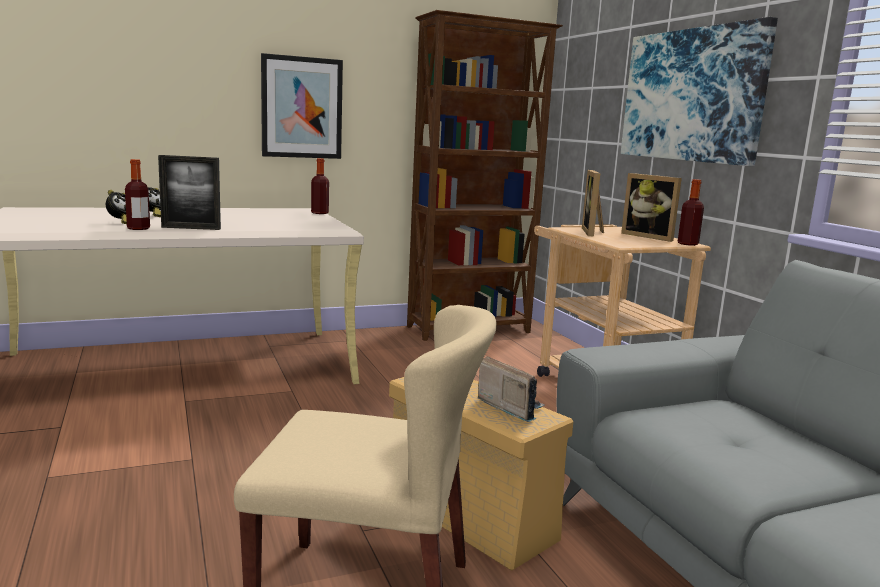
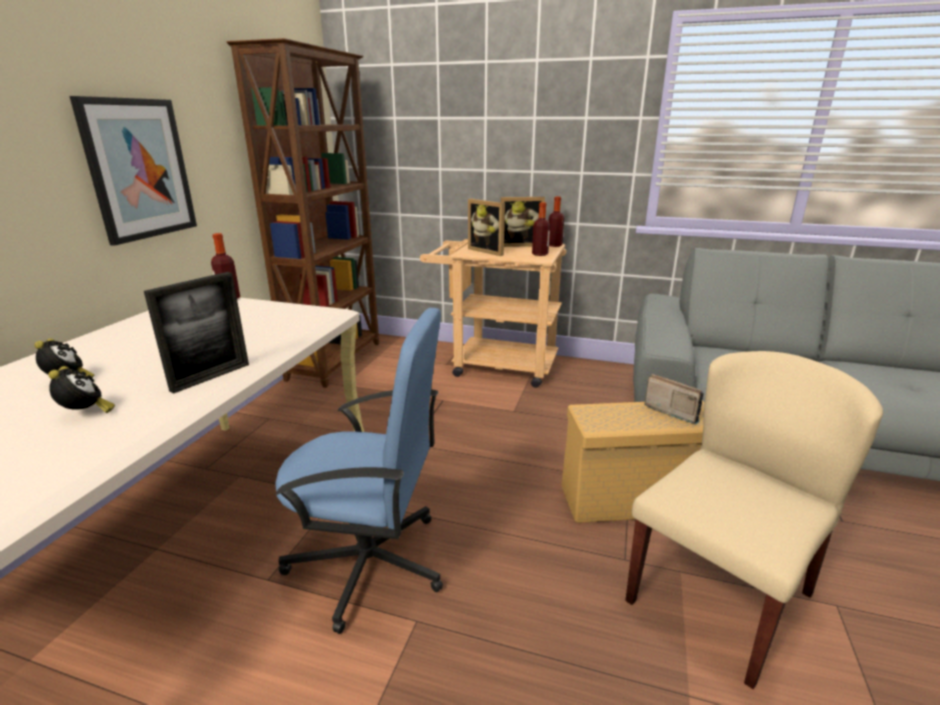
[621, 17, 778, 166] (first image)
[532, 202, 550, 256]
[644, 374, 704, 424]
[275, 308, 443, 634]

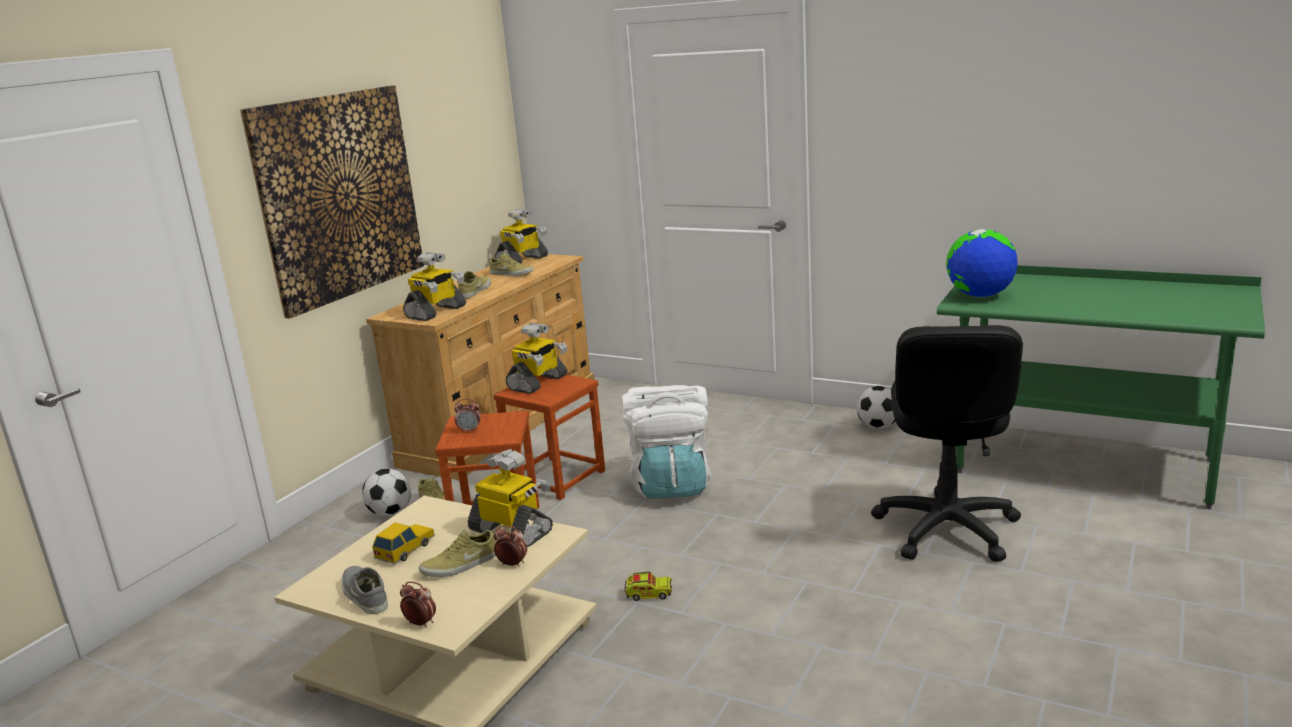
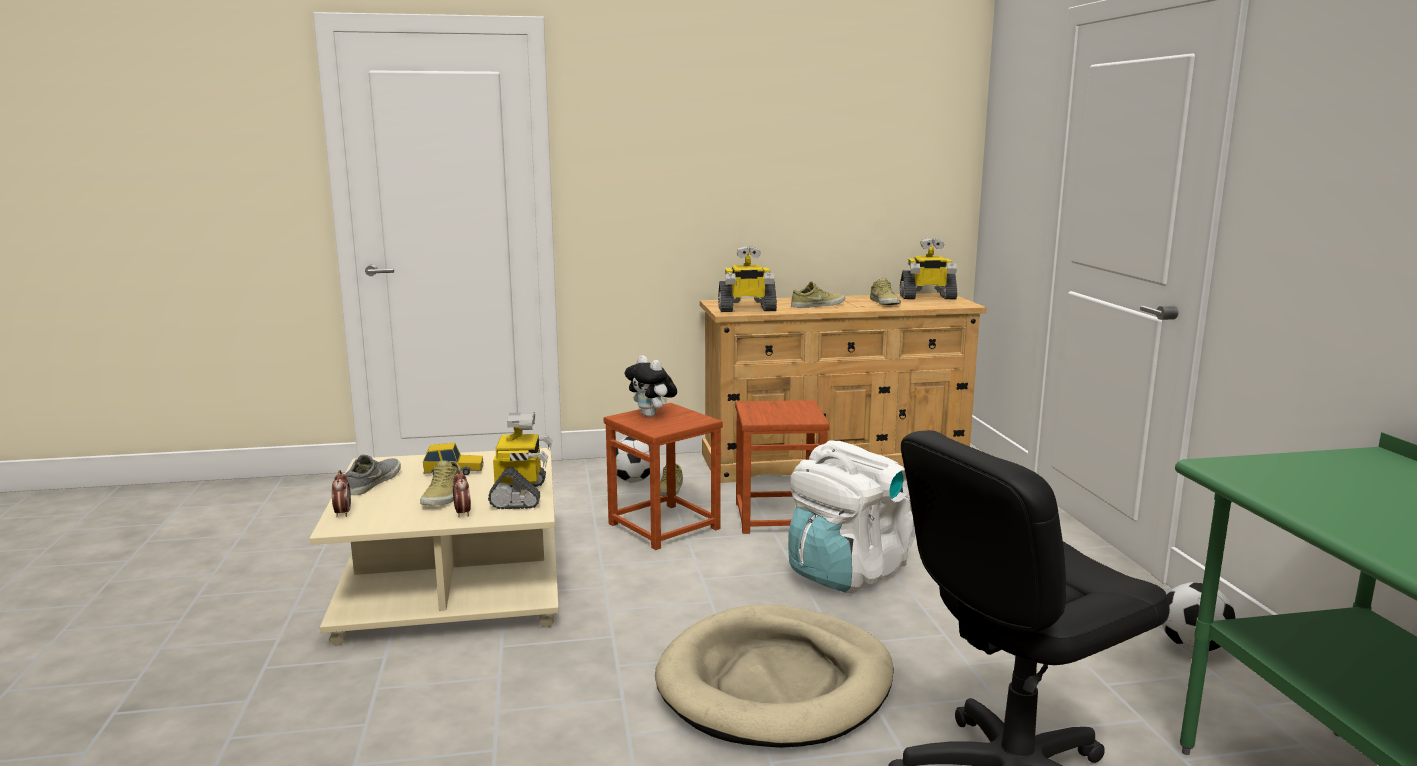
[240, 85, 424, 319] (first image)
[946, 229, 1018, 298] (first image)
[506, 323, 567, 394] (first image)
[625, 355, 677, 417]
[420, 460, 462, 505]
[624, 571, 672, 601] (first image)
[655, 604, 894, 748]

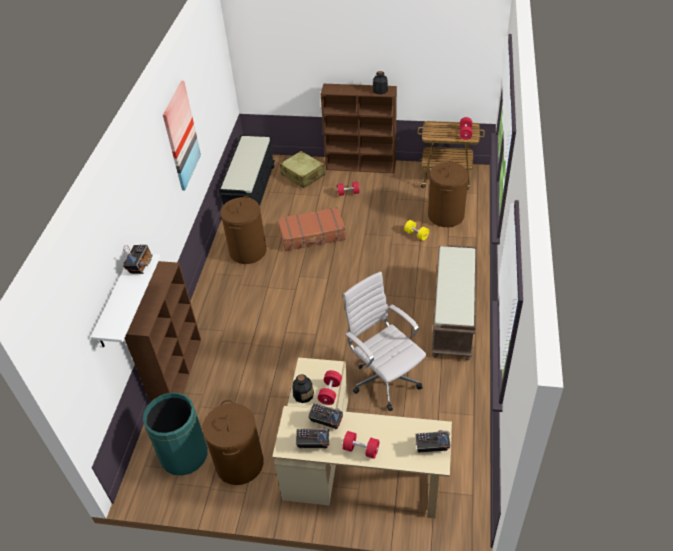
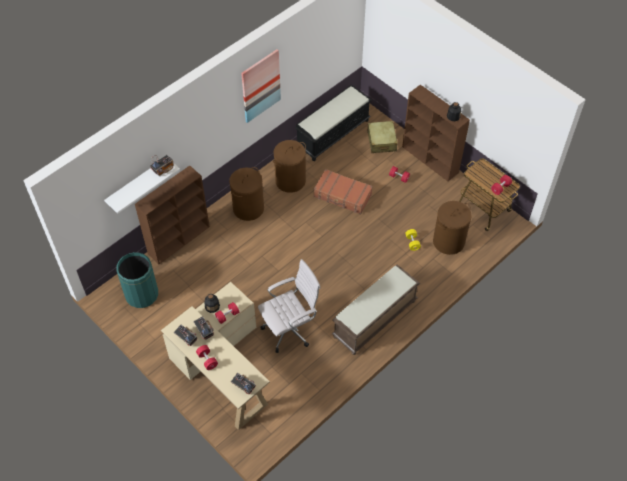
[258, 259, 321, 353]
[229, 167, 264, 221]

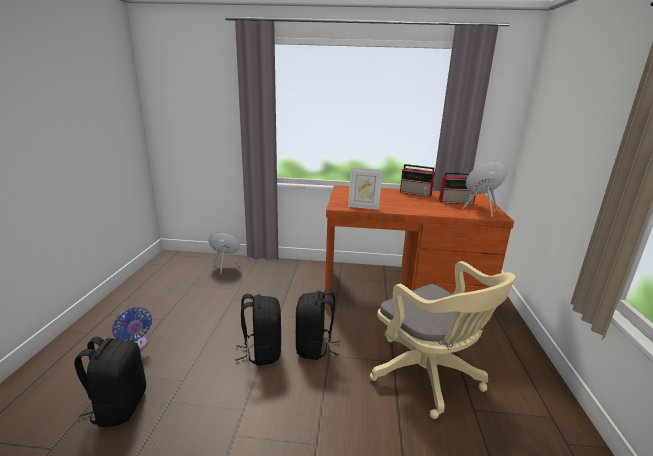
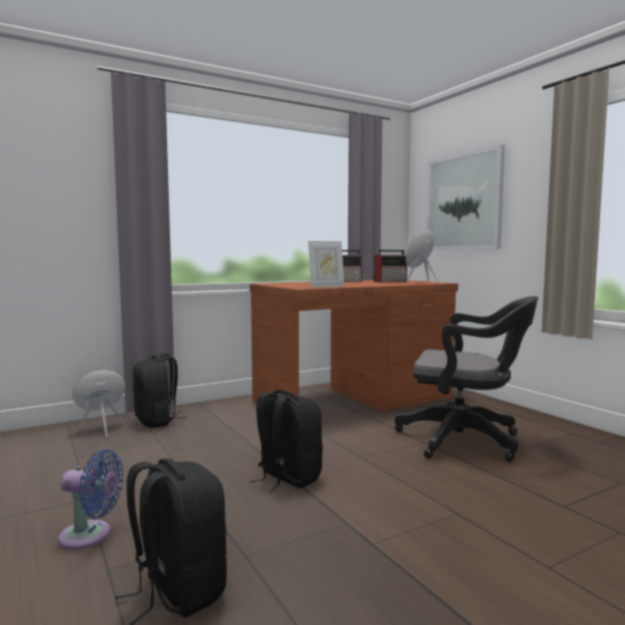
[395, 296, 538, 462]
[133, 353, 187, 427]
[427, 144, 505, 250]

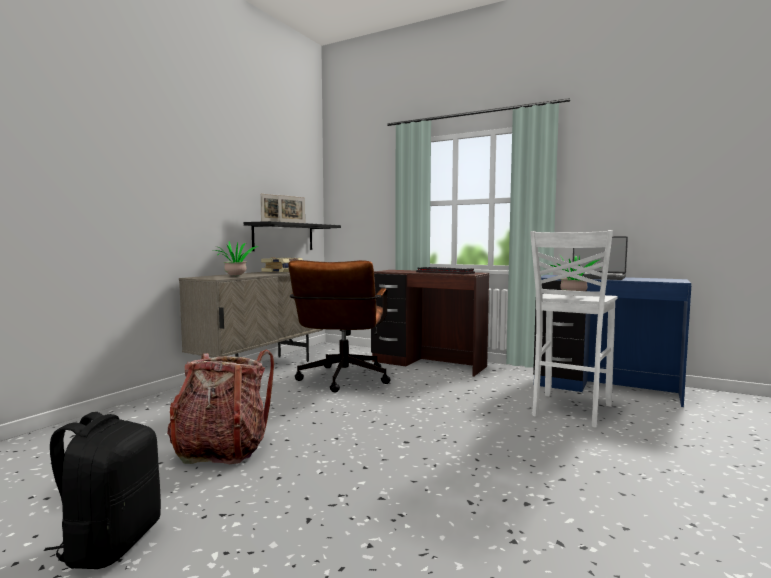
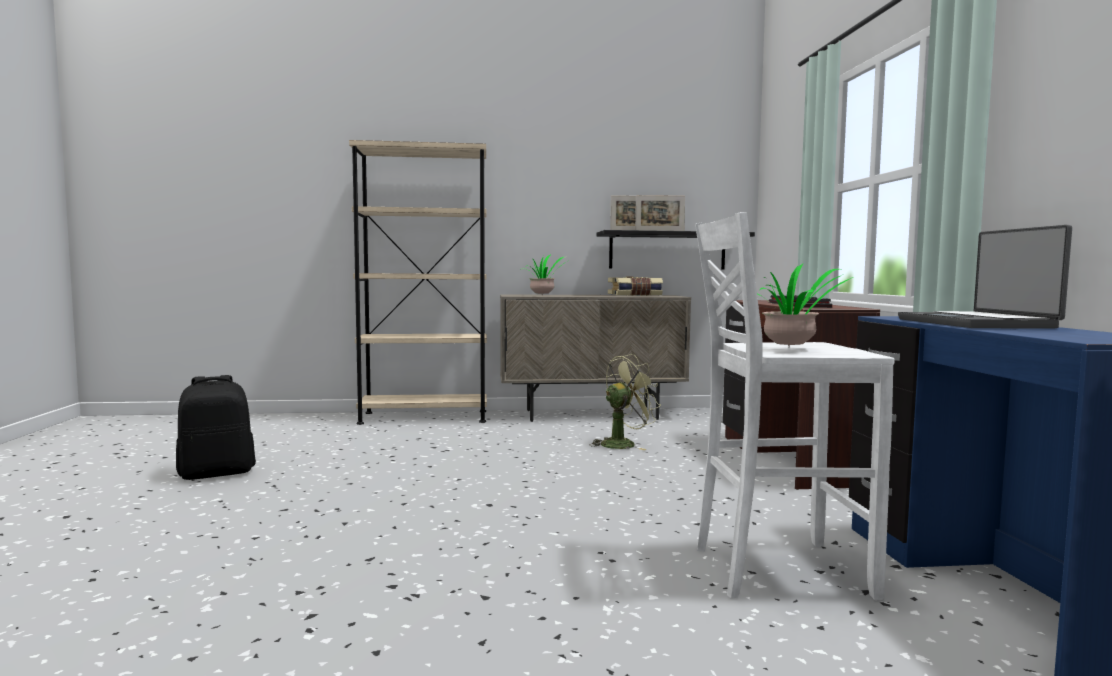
[589, 354, 661, 450]
[167, 350, 274, 464] (first image)
[349, 140, 487, 425]

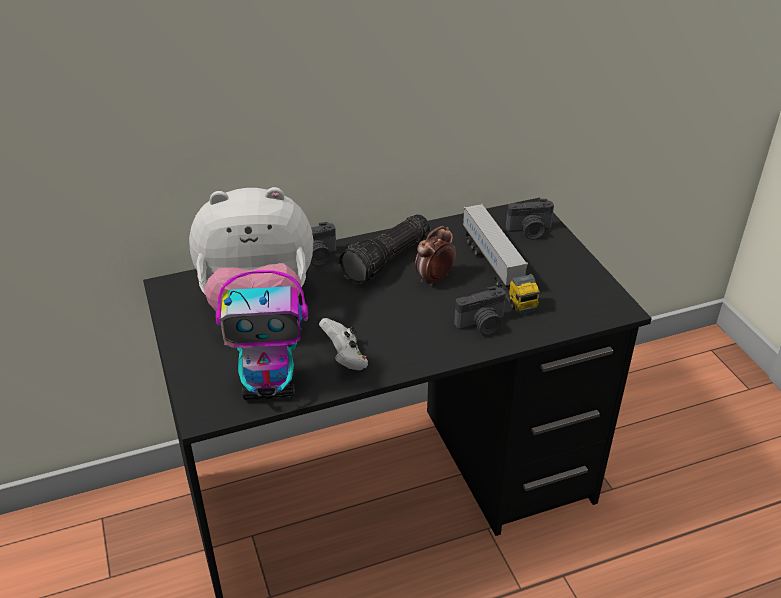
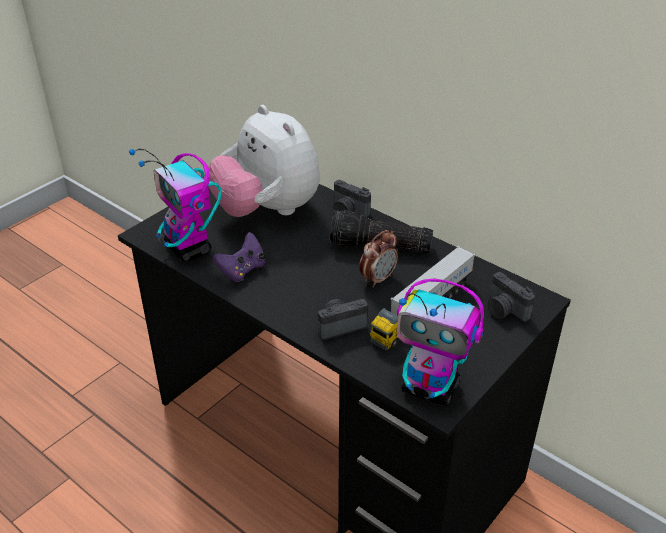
[359, 230, 398, 288]
[318, 299, 368, 340]
[213, 232, 265, 282]
[397, 278, 484, 406]

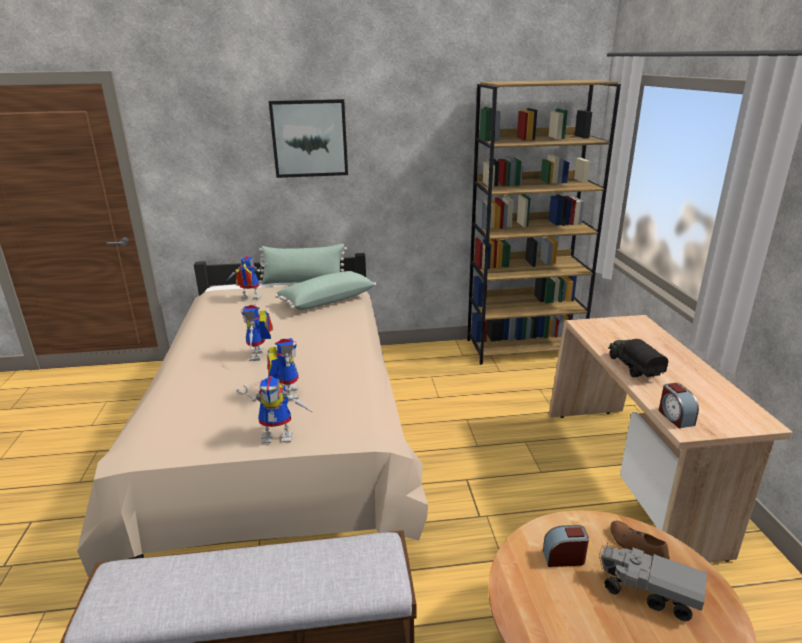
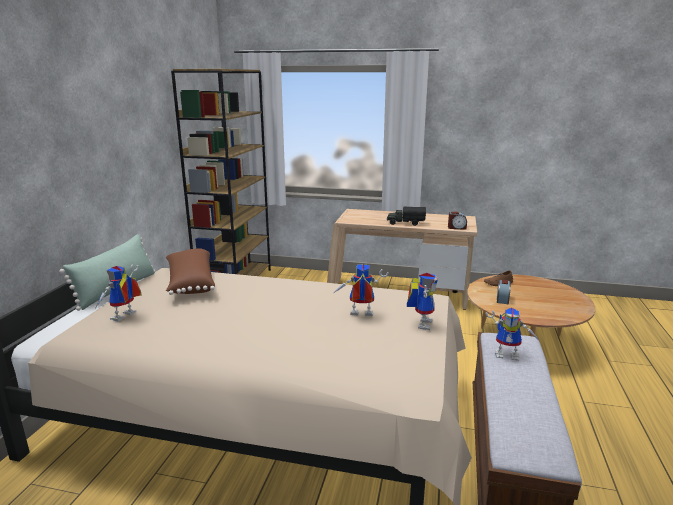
[269, 99, 348, 178] (first image)
[166, 248, 215, 295]
[486, 308, 539, 361]
[599, 543, 707, 621] (first image)

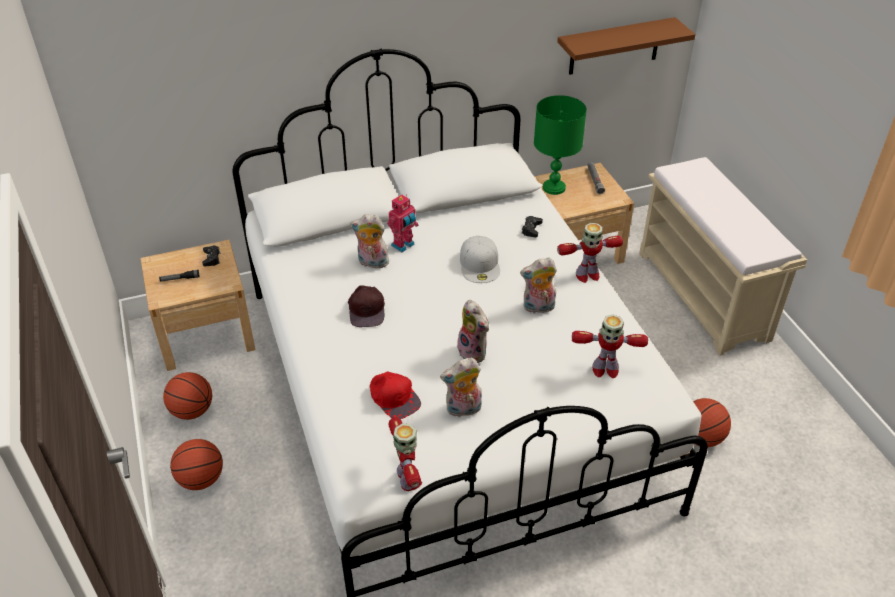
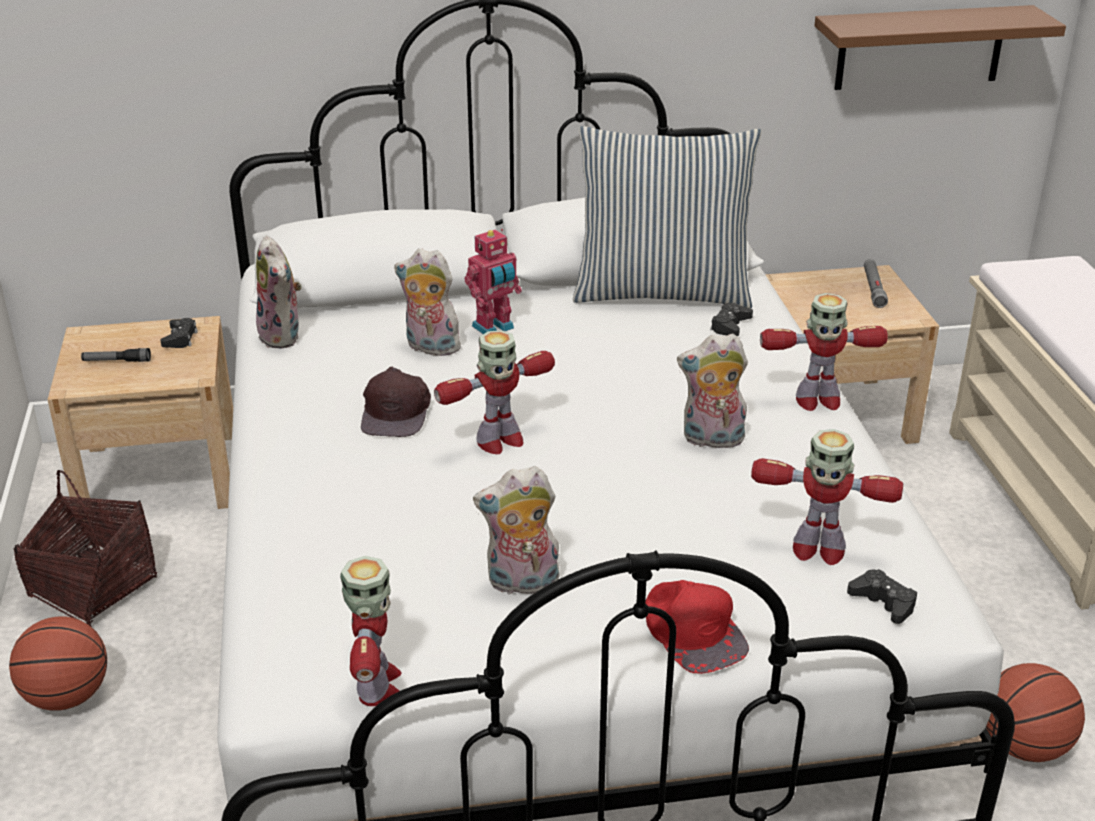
[534, 95, 587, 195] (first image)
[460, 236, 500, 283] (first image)
[256, 235, 302, 349]
[13, 470, 157, 627]
[645, 580, 749, 674]
[573, 126, 762, 308]
[434, 330, 555, 454]
[847, 569, 917, 624]

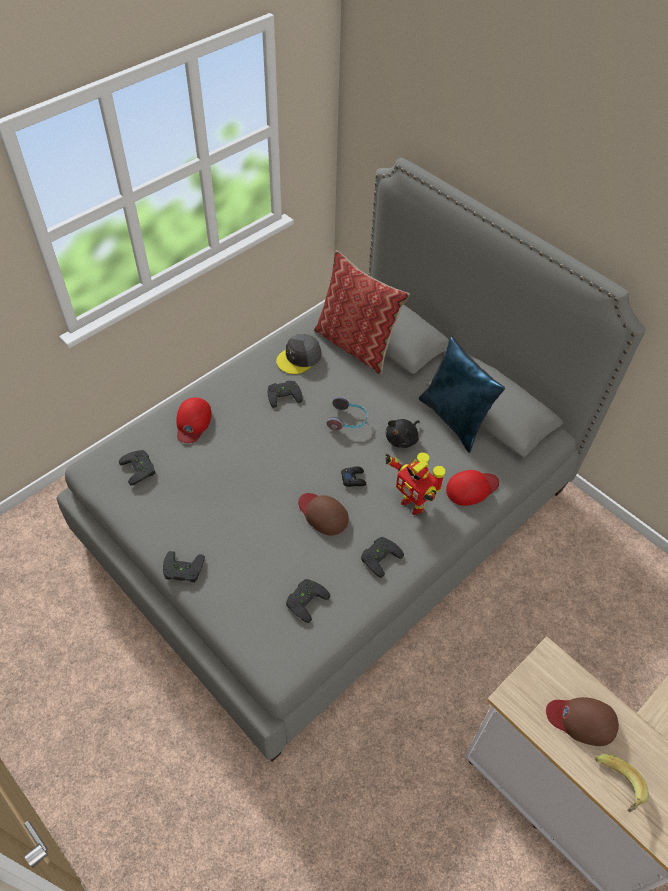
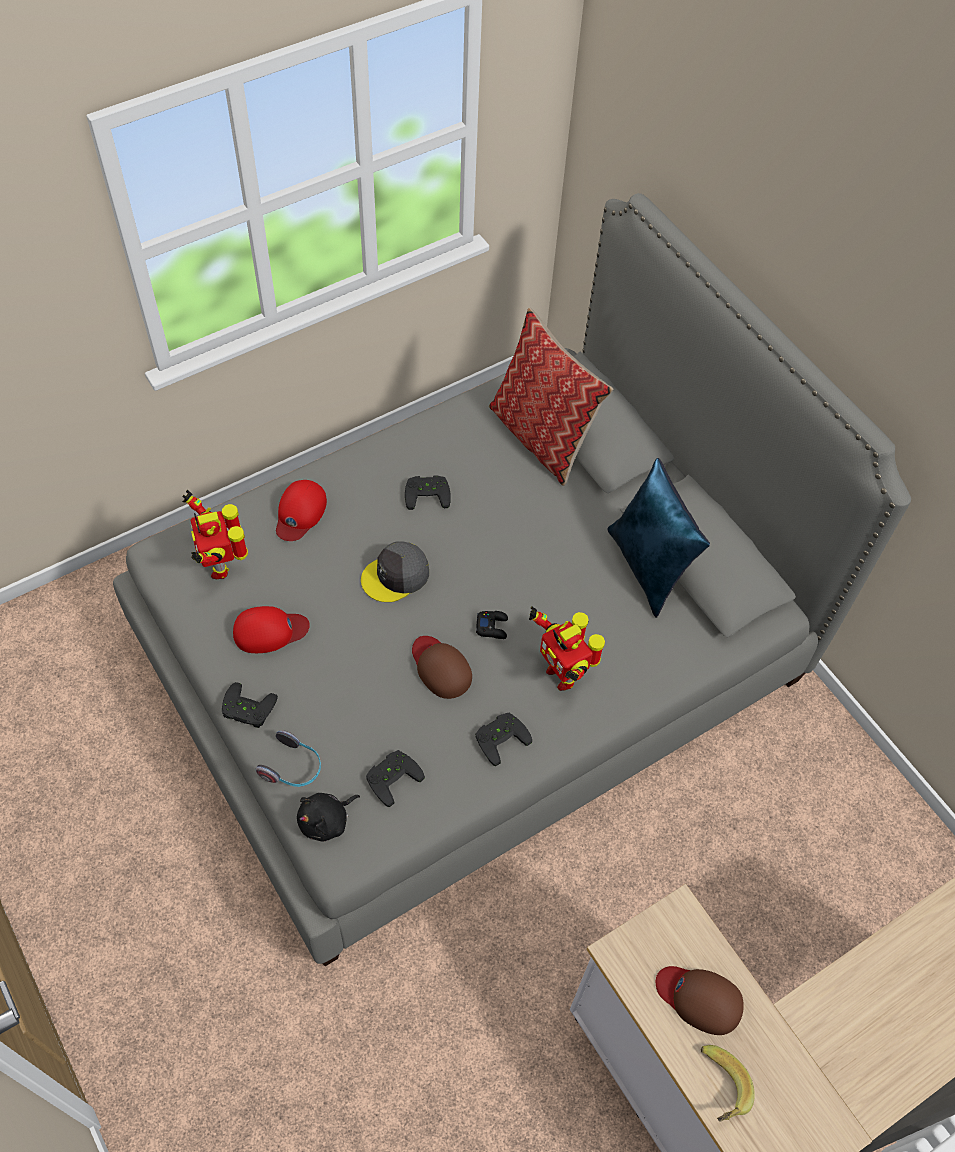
[361, 541, 429, 602]
[256, 730, 321, 787]
[297, 793, 360, 841]
[182, 490, 248, 579]
[233, 606, 310, 653]

